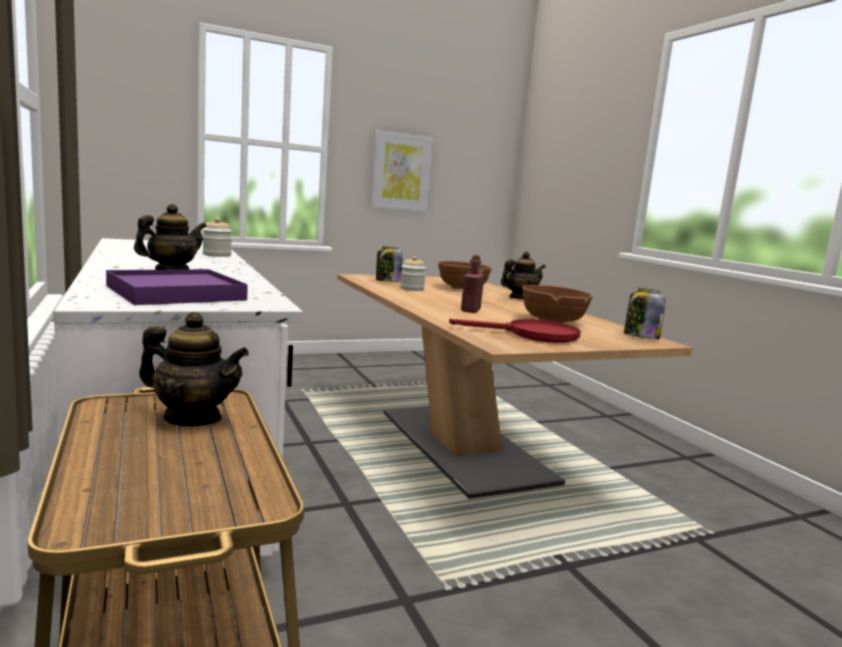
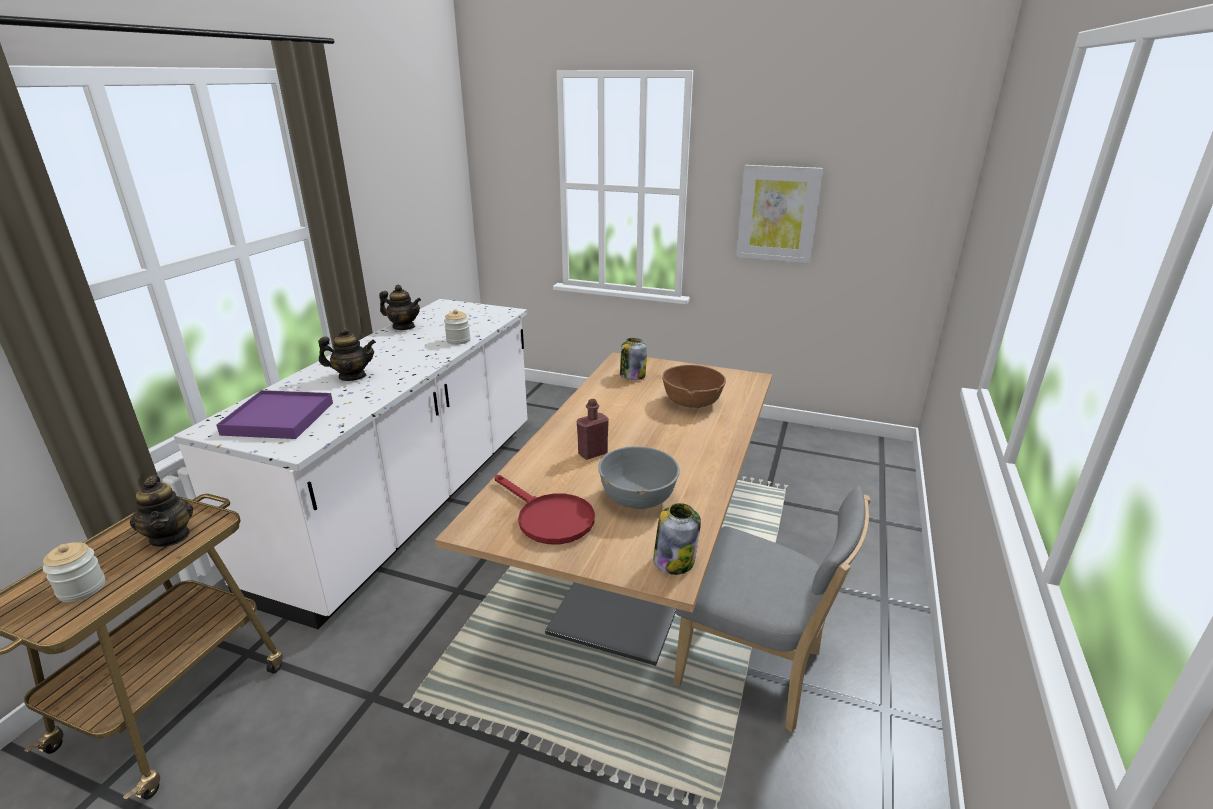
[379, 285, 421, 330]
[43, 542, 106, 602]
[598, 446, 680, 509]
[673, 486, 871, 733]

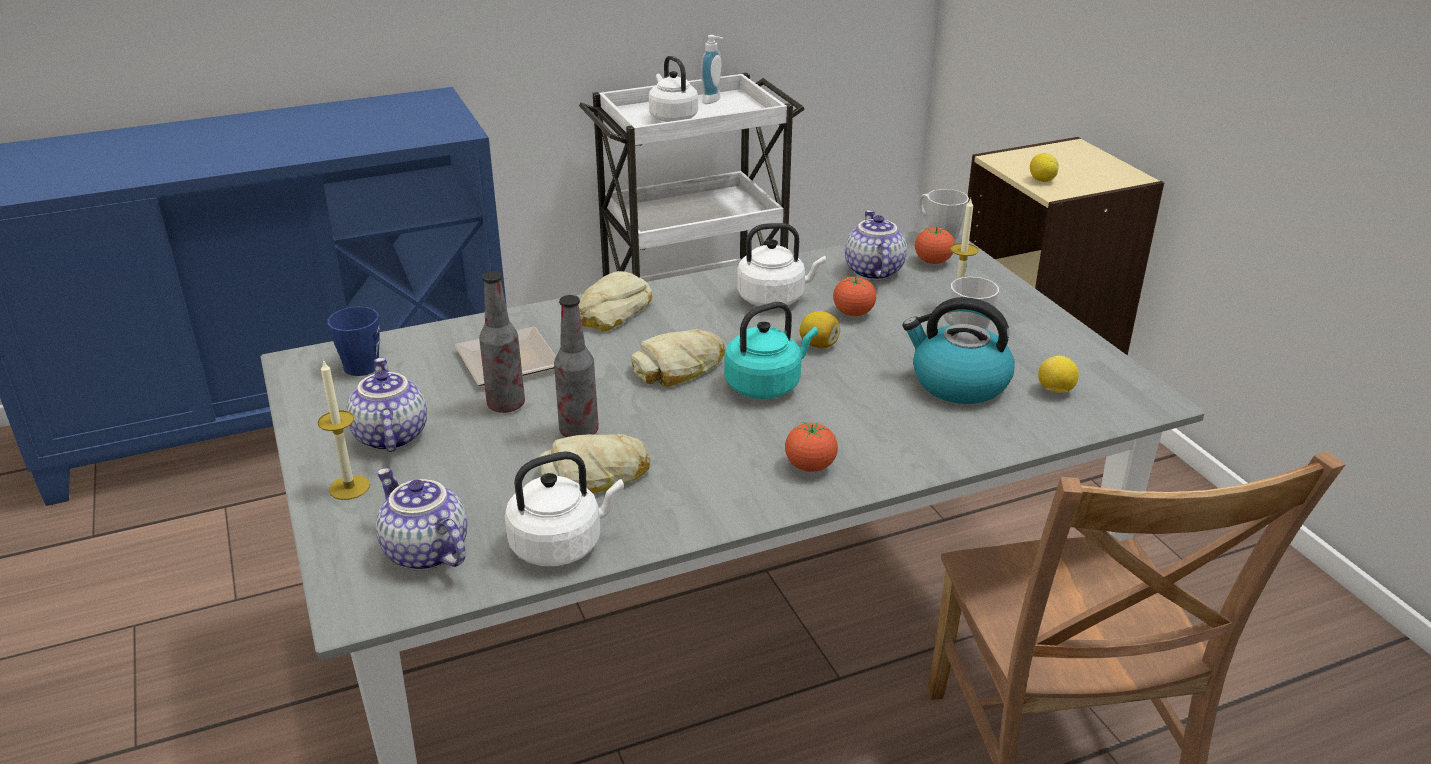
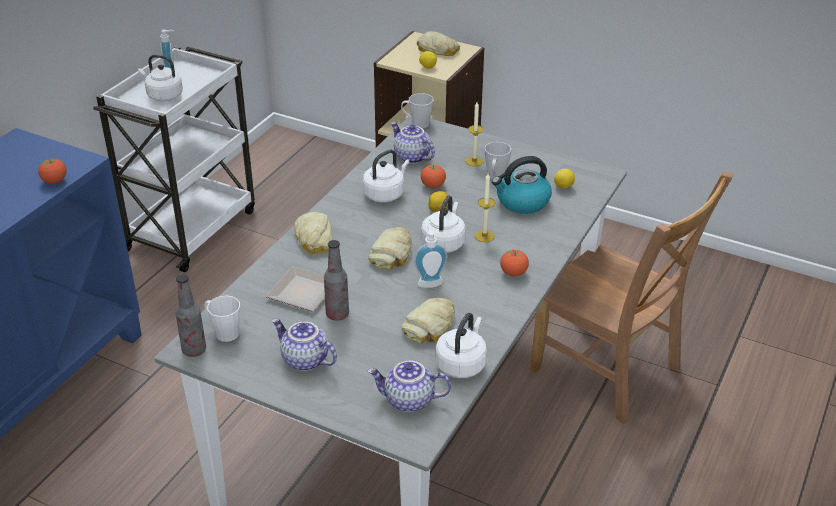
[38, 158, 67, 184]
[176, 274, 206, 357]
[421, 195, 466, 253]
[204, 296, 240, 342]
[475, 174, 495, 242]
[417, 31, 460, 56]
[414, 226, 447, 288]

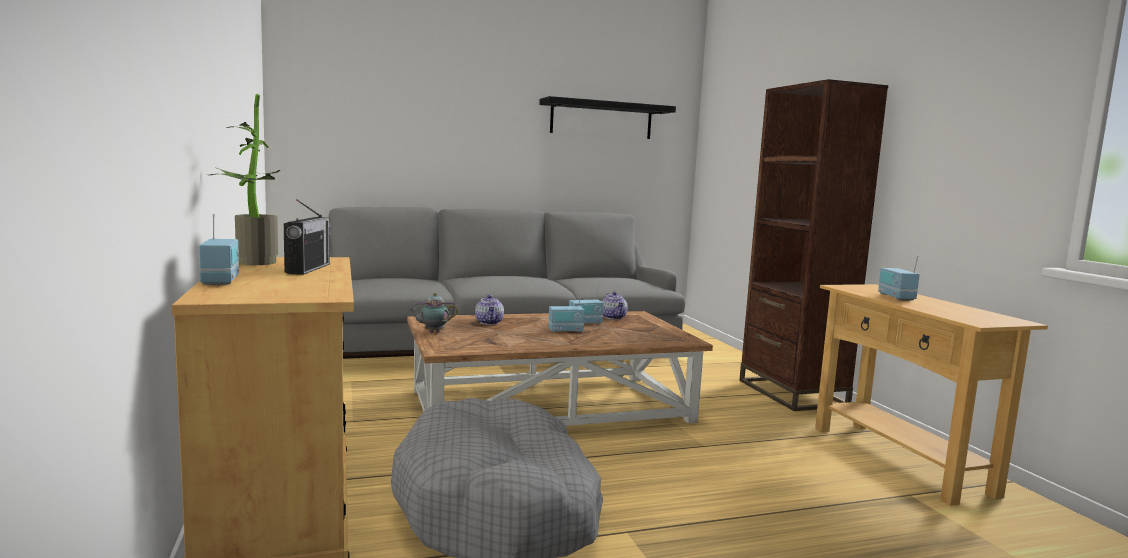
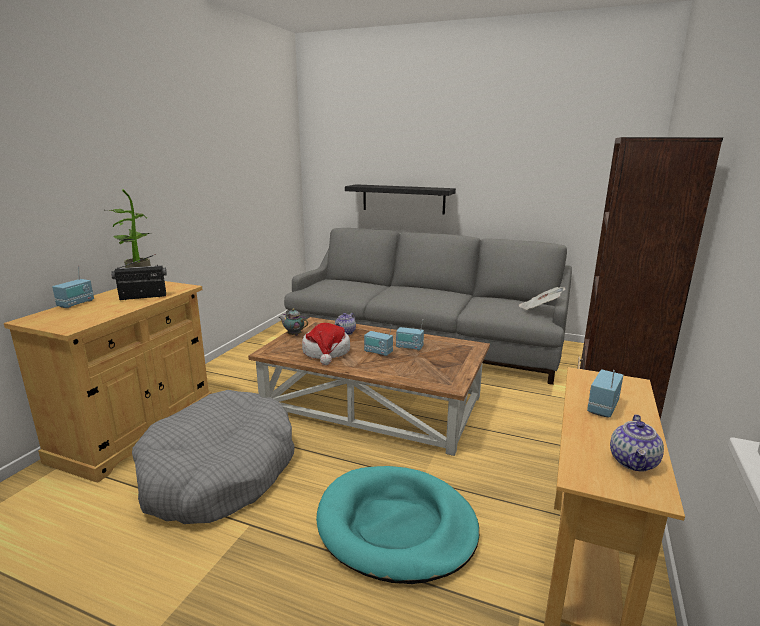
[345, 184, 456, 215]
[111, 254, 167, 300]
[610, 414, 664, 472]
[519, 287, 565, 310]
[302, 323, 350, 365]
[316, 466, 479, 584]

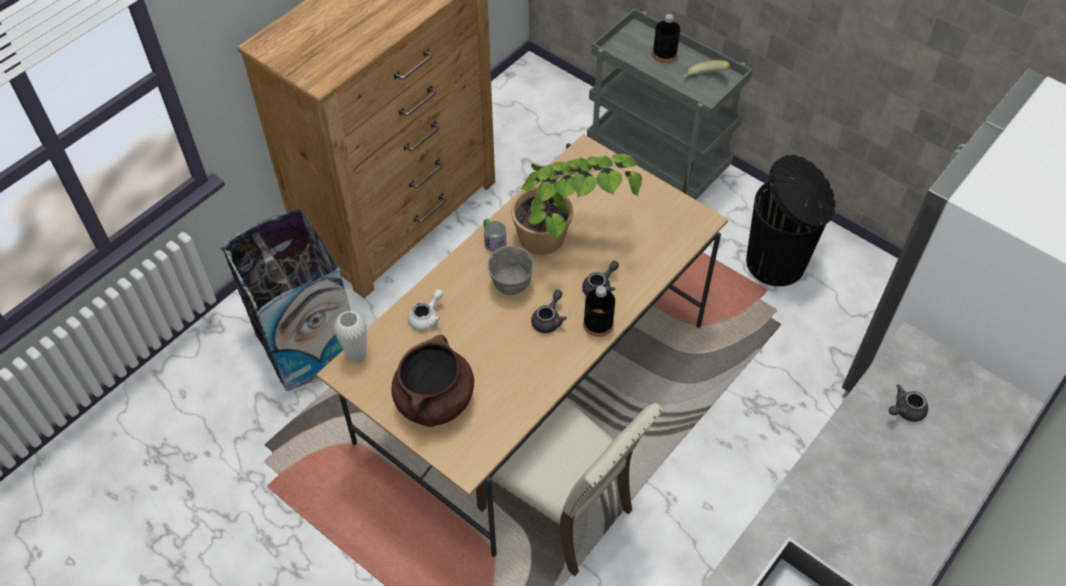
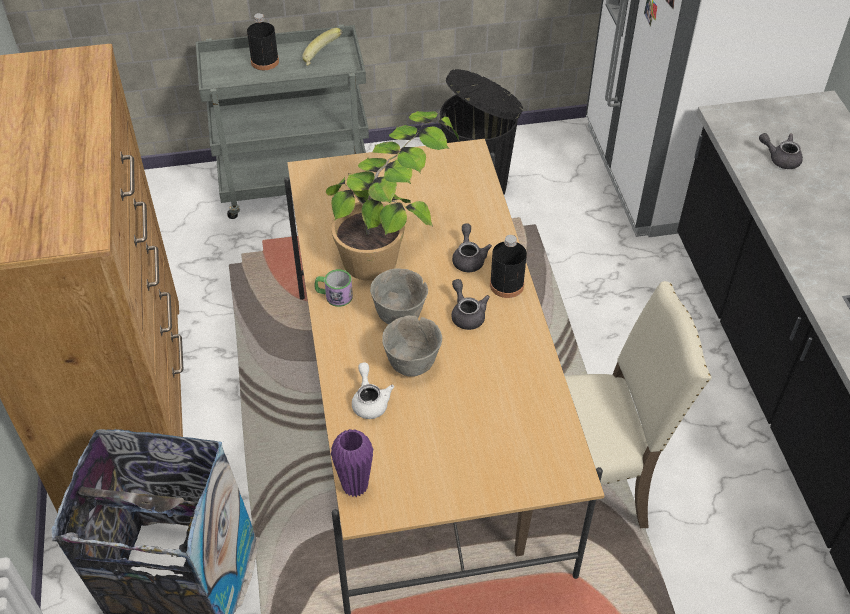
[331, 429, 373, 497]
[391, 335, 474, 427] (first image)
[759, 133, 803, 169]
[382, 316, 442, 377]

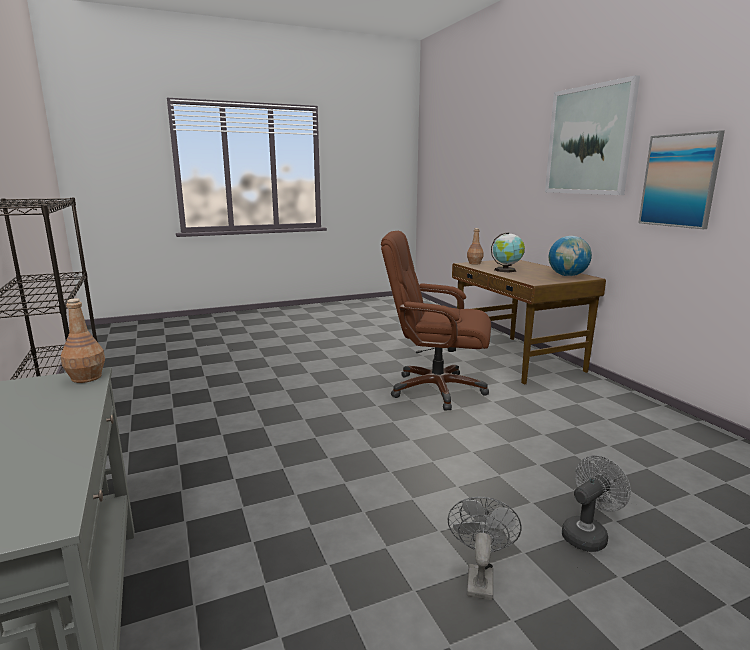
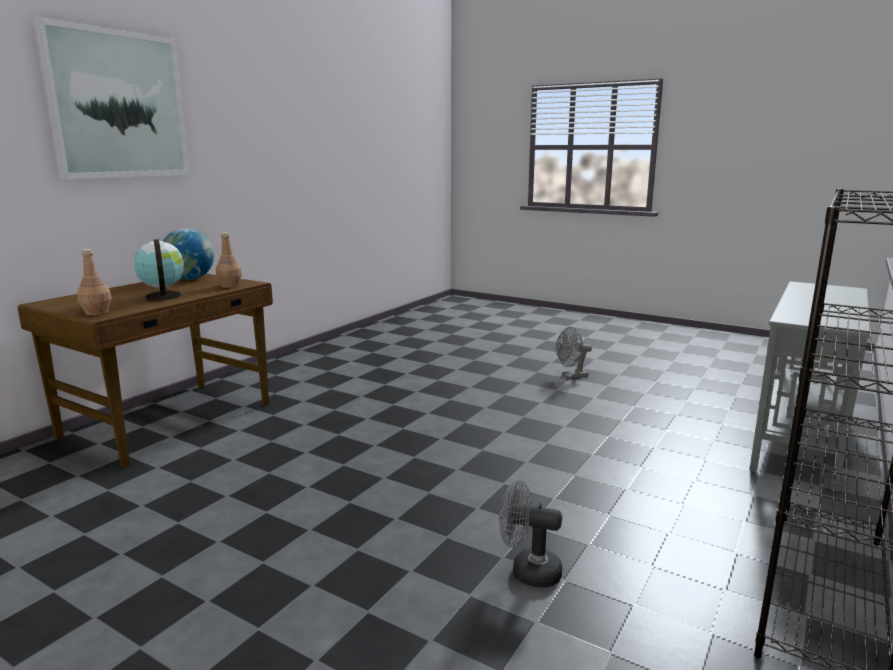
[639, 130, 725, 229] (first image)
[381, 231, 491, 410] (first image)
[216, 232, 242, 288]
[499, 481, 562, 587]

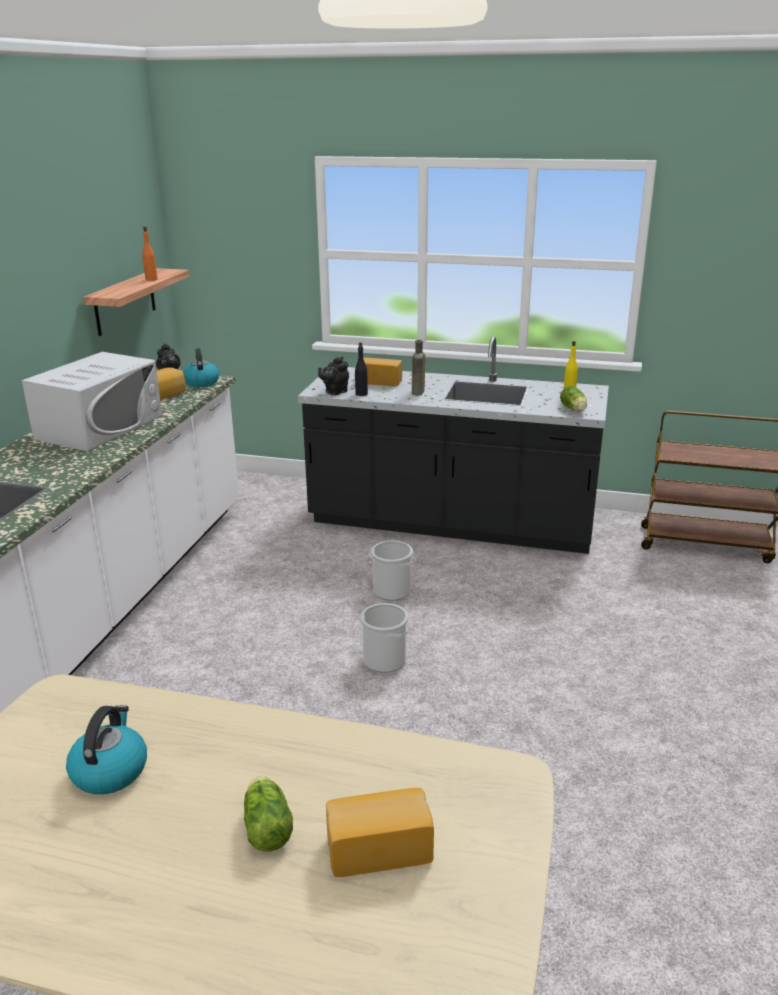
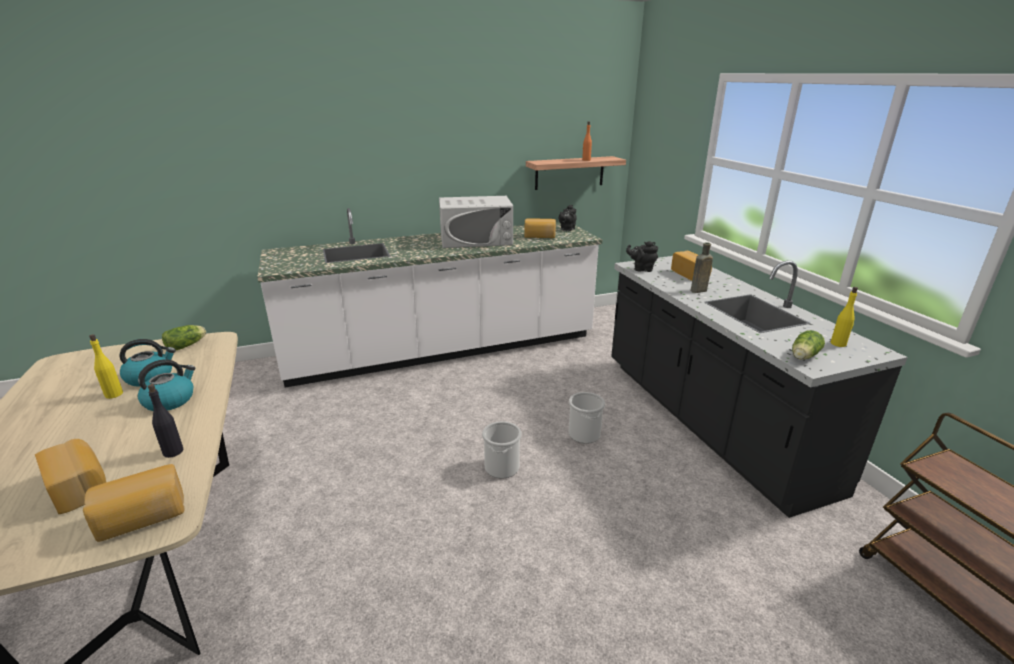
[148, 384, 183, 458]
[138, 359, 196, 411]
[162, 325, 206, 350]
[89, 334, 123, 399]
[83, 464, 185, 542]

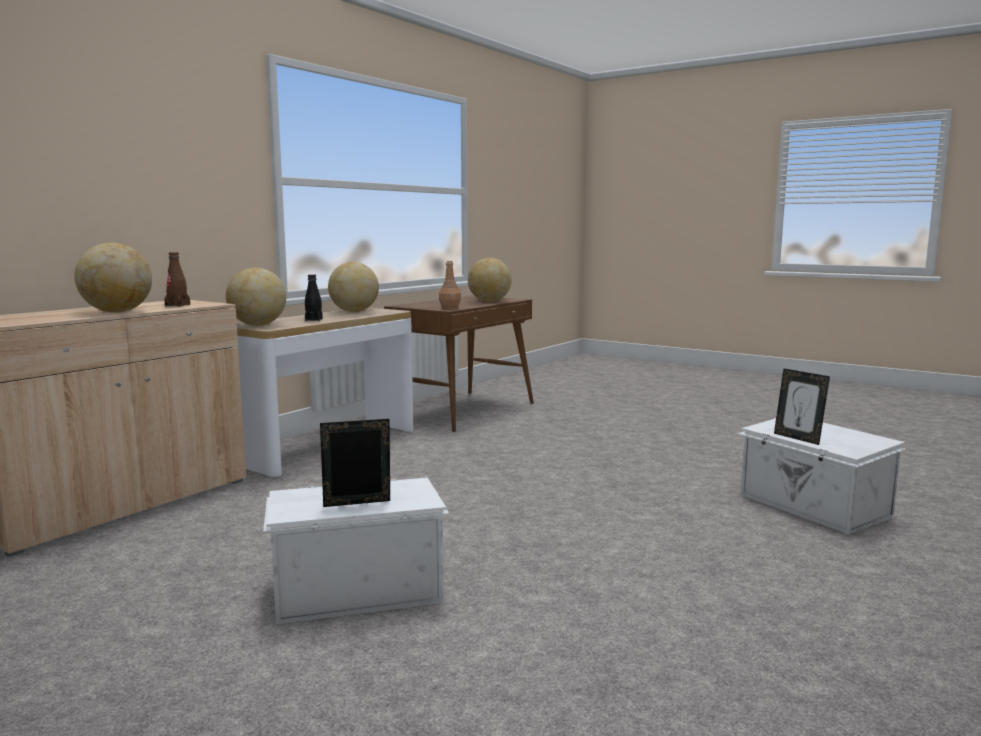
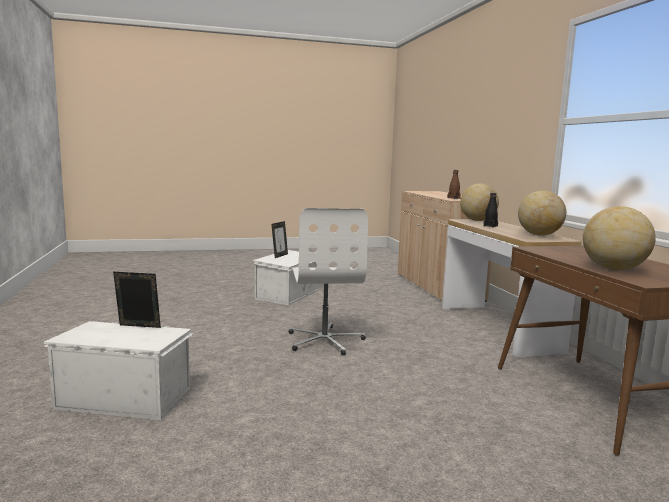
[74, 243, 152, 313] (first image)
[439, 261, 461, 310] (first image)
[288, 208, 368, 355]

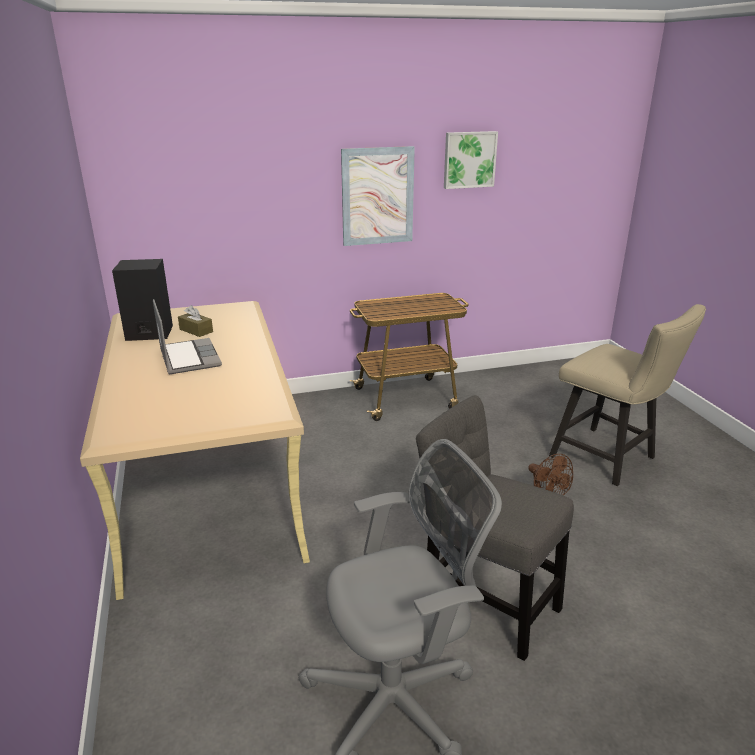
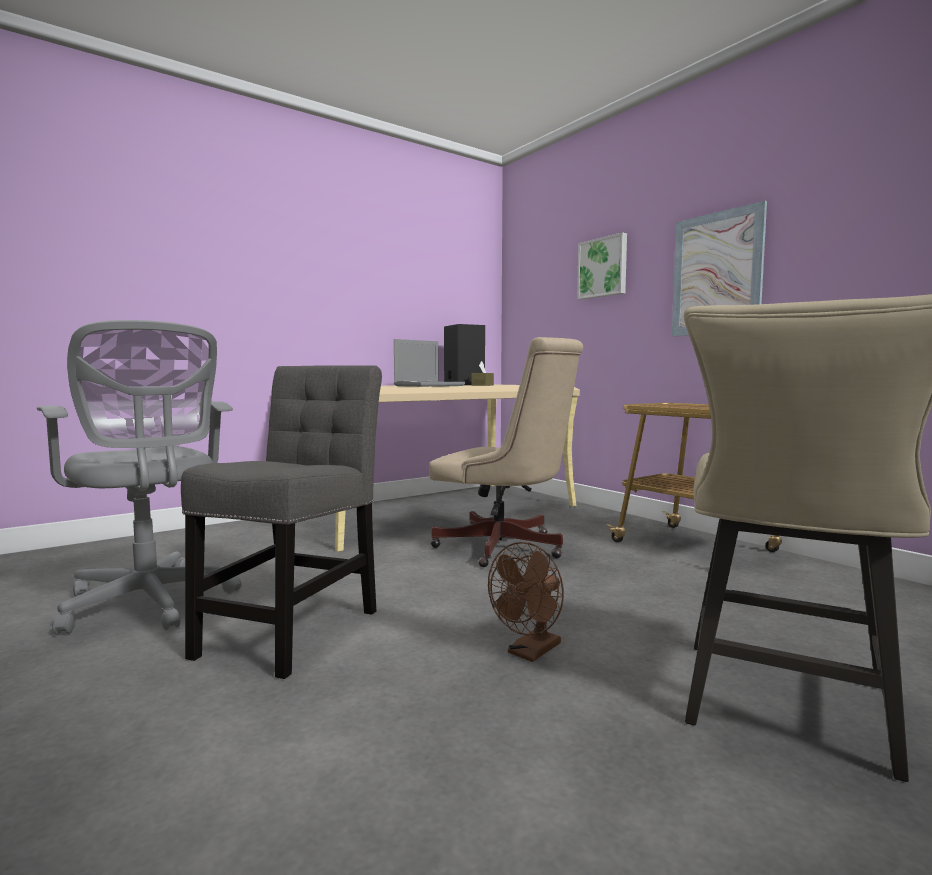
[577, 232, 627, 300]
[429, 337, 583, 567]

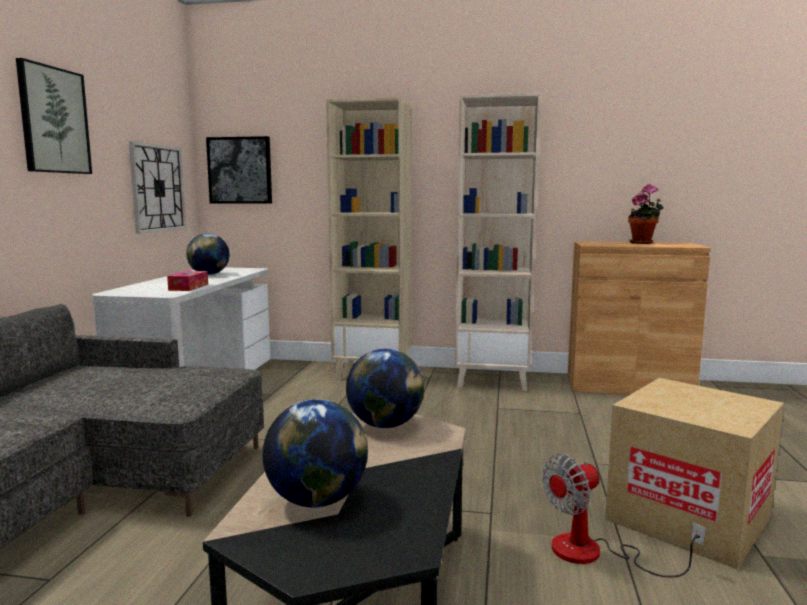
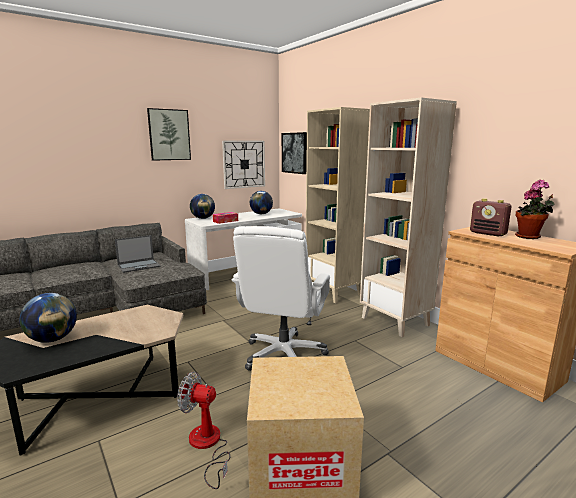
[190, 194, 215, 219]
[470, 198, 511, 237]
[231, 226, 330, 371]
[115, 235, 161, 273]

